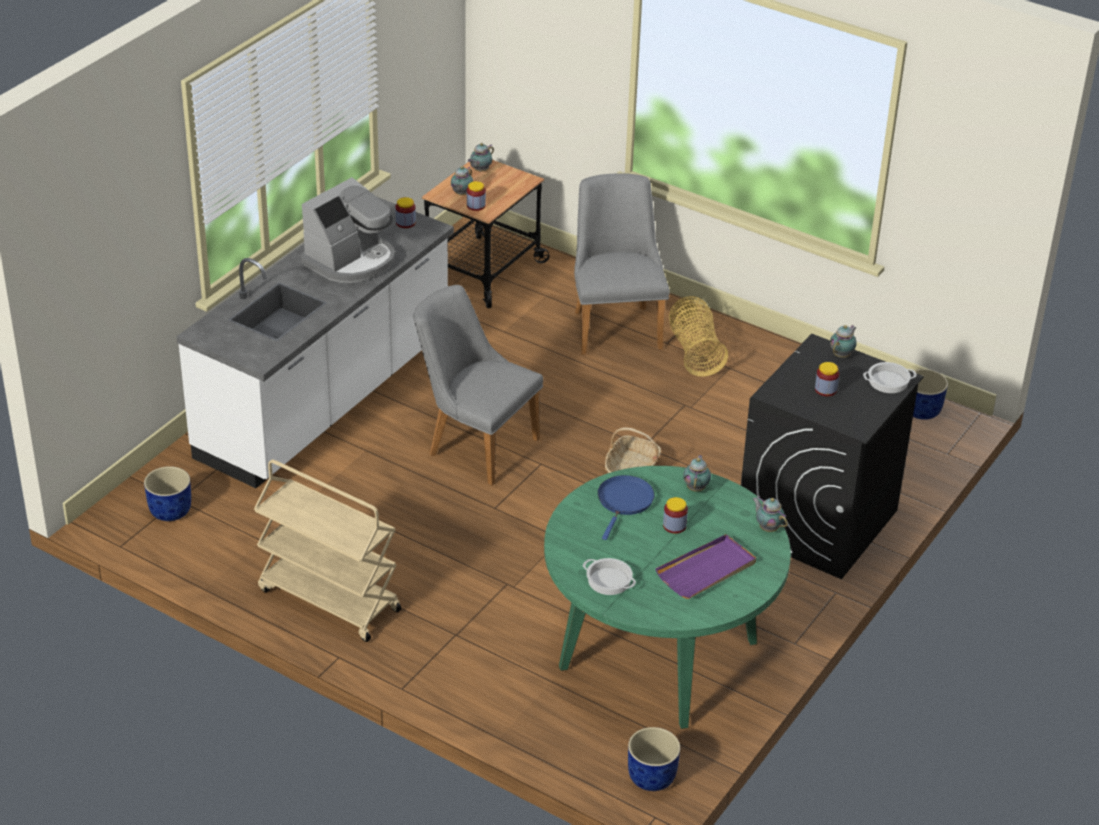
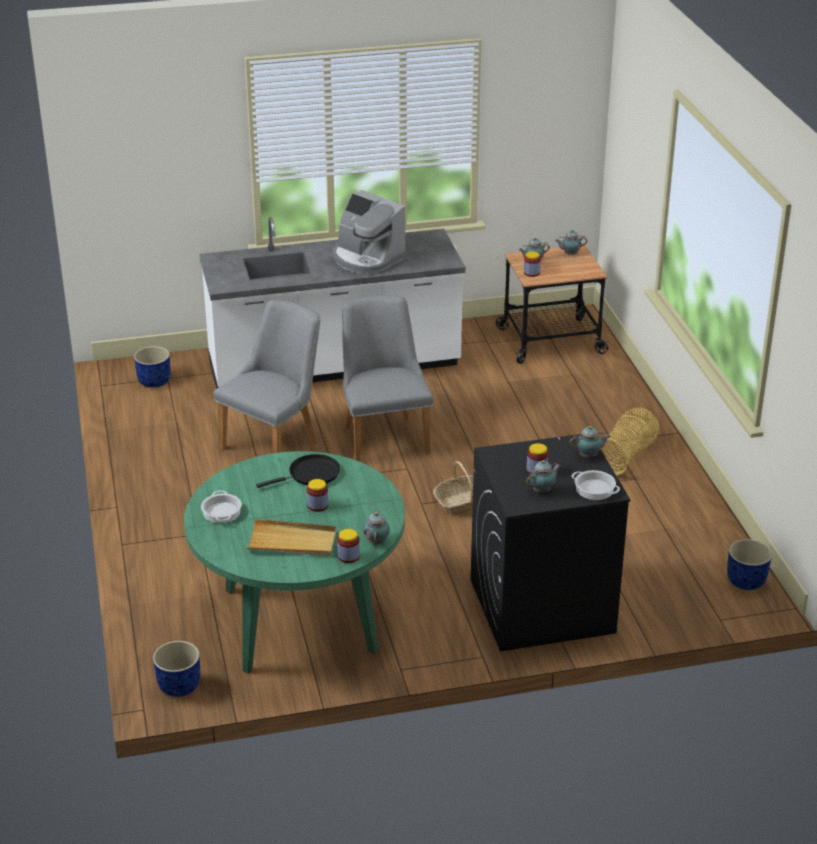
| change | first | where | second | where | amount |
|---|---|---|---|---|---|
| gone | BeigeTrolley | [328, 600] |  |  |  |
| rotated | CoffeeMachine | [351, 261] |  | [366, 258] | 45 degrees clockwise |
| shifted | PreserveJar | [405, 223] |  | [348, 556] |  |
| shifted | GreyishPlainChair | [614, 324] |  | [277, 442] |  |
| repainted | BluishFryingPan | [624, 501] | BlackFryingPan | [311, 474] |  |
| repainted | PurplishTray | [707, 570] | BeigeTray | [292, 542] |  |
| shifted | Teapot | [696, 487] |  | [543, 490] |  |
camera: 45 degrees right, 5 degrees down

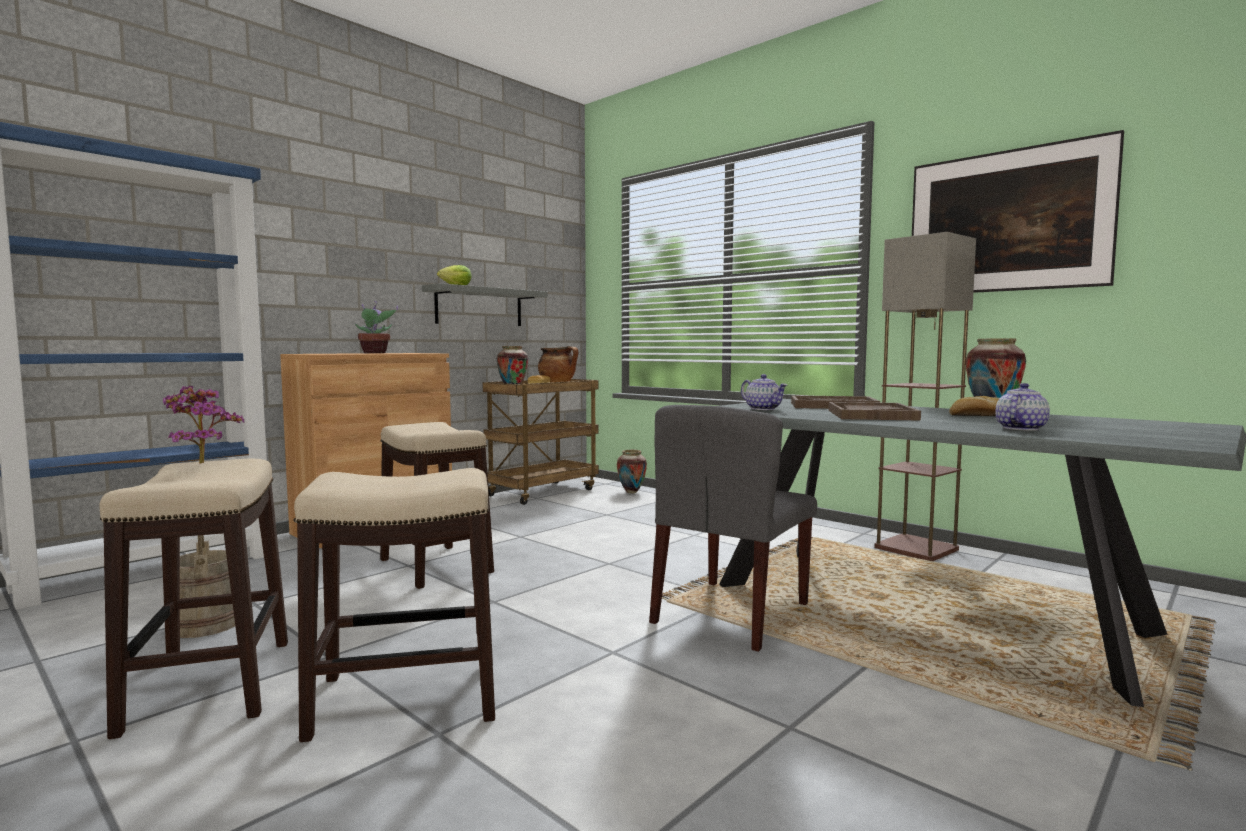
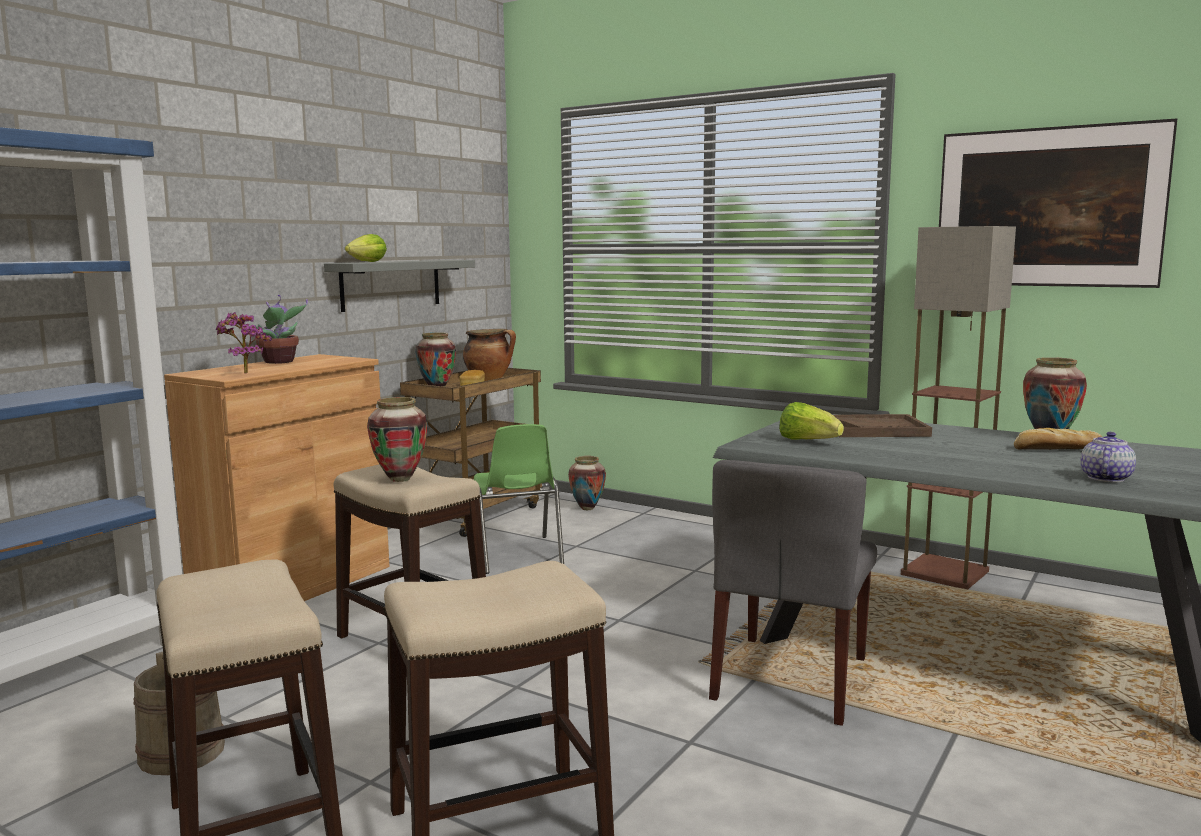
| change | first | where | second | where | amount |
|---|---|---|---|---|---|
| shifted | PottedPlant | [200, 463] |  | [244, 373] |  |
| swapped | Teapot | [763, 409] | LettuceHead | [808, 441] |  |
| gone | BrownishTray | [870, 415] |  |  |  |
| new |  |  | Vase | [400, 479] |  |
| new |  |  | GreenPlainChair | [515, 555] |  |
camera: 10 degrees left, 5 degrees up

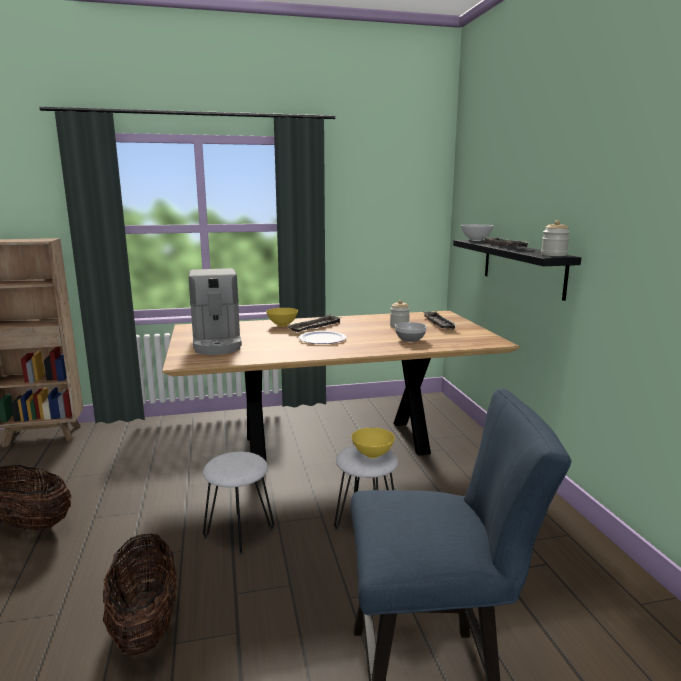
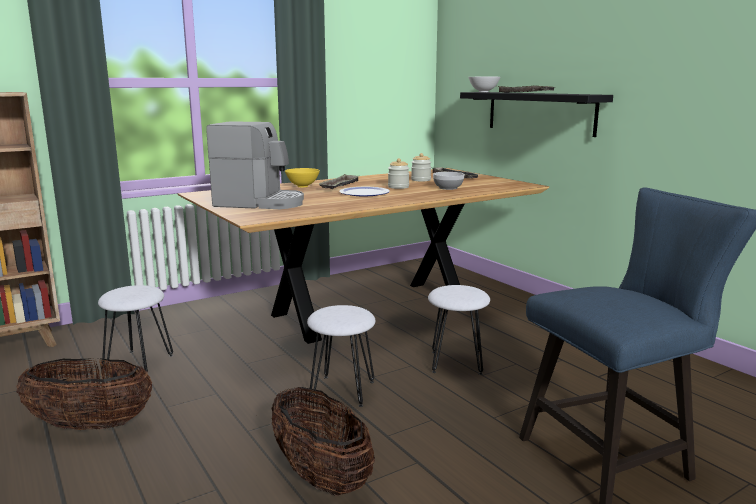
| change | first | where | second | where | amount |
|---|---|---|---|---|---|
| rotated | CoffeeMachine | [217, 343] |  | [260, 203] | 45 degrees counterclockwise |
| gone | YellowDeepDish | [372, 455] |  |  |  |
| shifted | PreserveJar | [553, 255] |  | [398, 187] |  |
| new |  |  | WhiteColouredSittingStool | [138, 363] |  |
camera: 20 degrees left, 0 degrees up

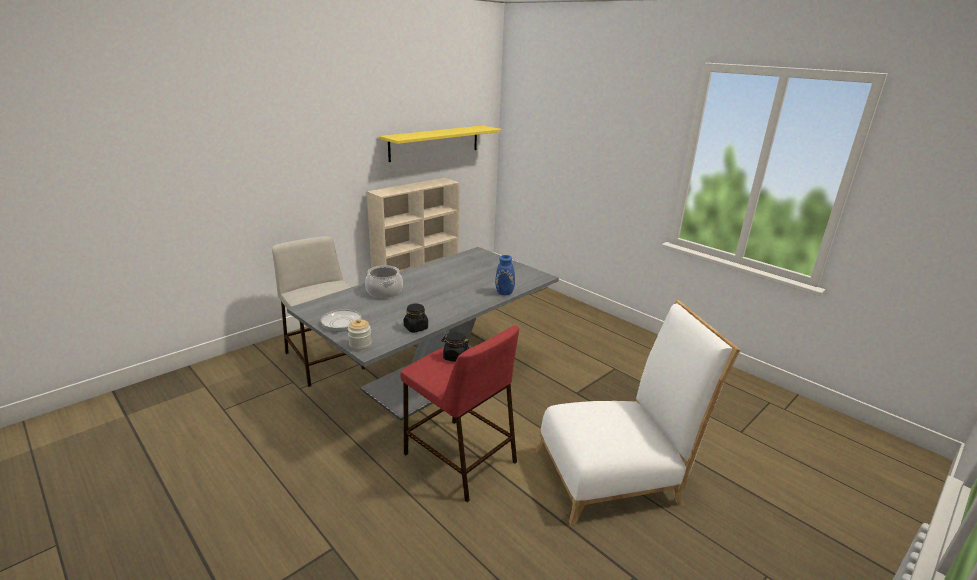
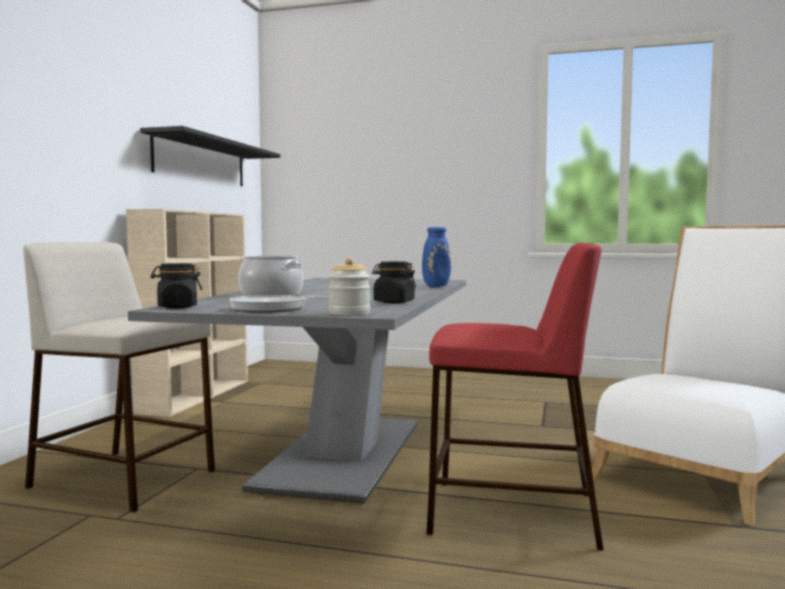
| change | first | where | second | where | amount |
|---|---|---|---|---|---|
| repainted | YellowBracketShelf | [435, 143] | BlackBracketShelf | [201, 161] |  |
| shifted | BlackPreserveJar | [455, 357] |  | [177, 307] |  |
camera: 30 degrees left, 20 degrees down

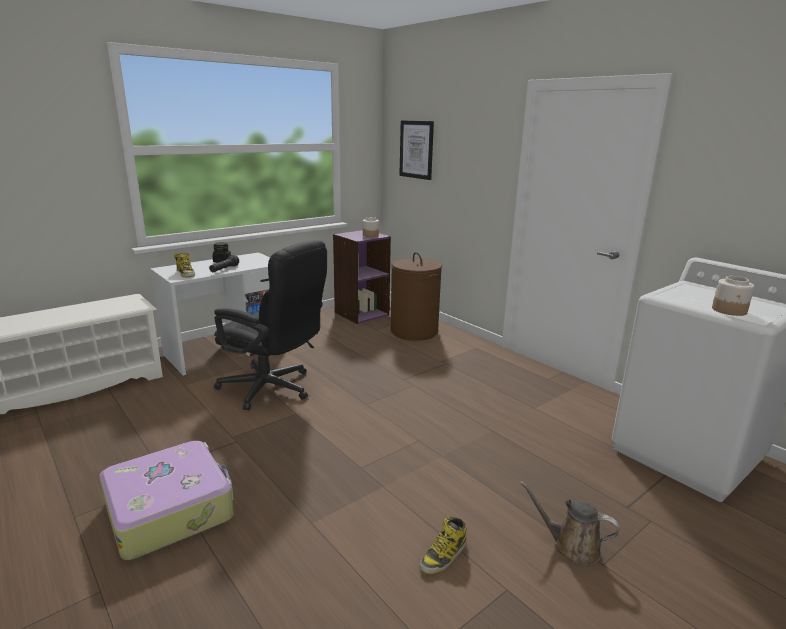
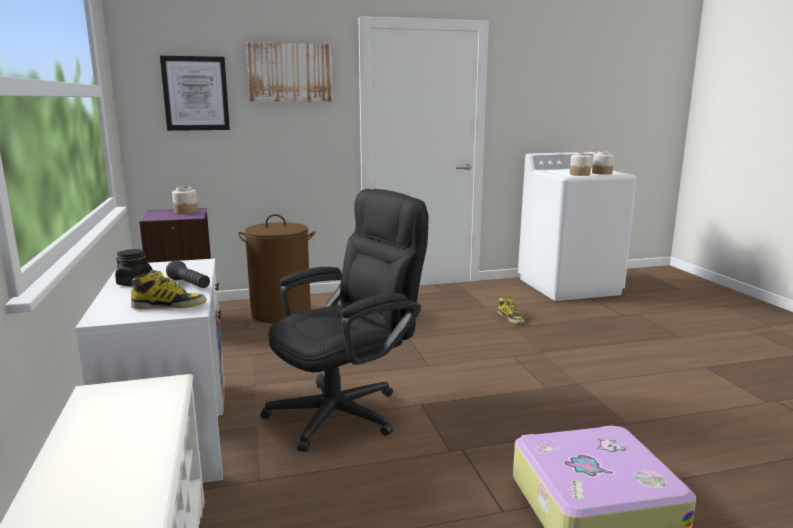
| change | first | where | second | where | amount |
|---|---|---|---|---|---|
| shifted | TallBoot | [443, 556] |  | [510, 318] |  |
| gone | BrownishWateringPot | [571, 546] |  |  |  |
| new |  |  | Picture | [290, 72] |  |
| new |  |  | PreserveJar | [579, 174] |  |
camera: 65 degrees left, 5 degrees down

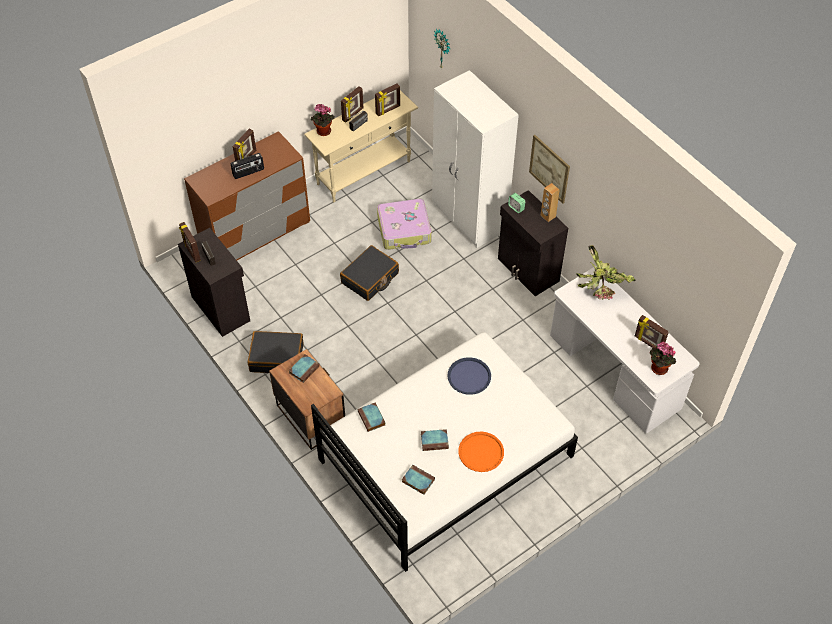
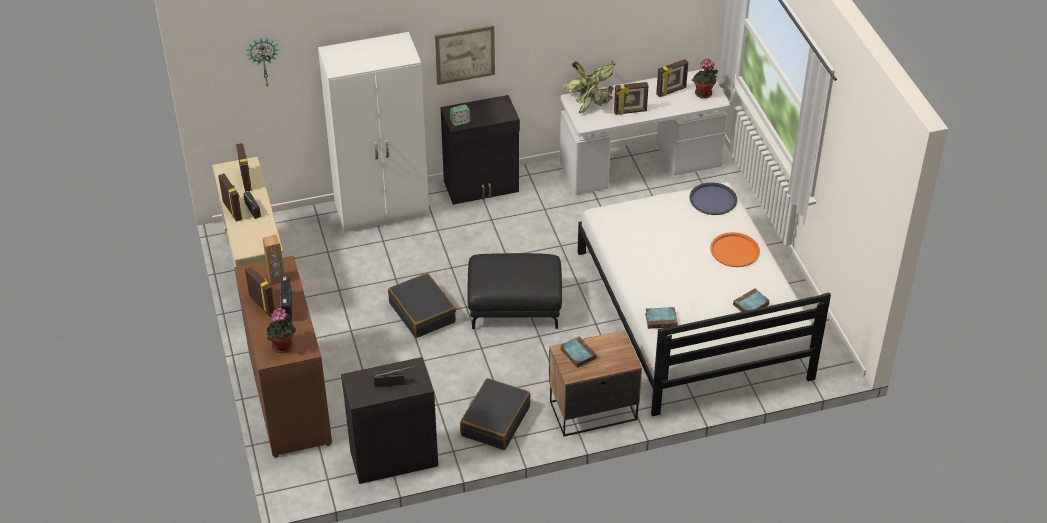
| change | first | where | second | where | amount |
|---|---|---|---|---|---|
| shifted | StandingFrame | [191, 252] |  | [630, 112] |  |
| shifted | PottedPlant | [323, 132] |  | [283, 347] |  |
| gone | TravelCase | [404, 230] |  |  |  |
| gone | Book | [435, 441] |  |  |  |
| shifted | BluishTray | [469, 376] |  | [713, 199] |  |
| shifted | BrownishSpeaker | [547, 216] |  | [277, 279] |  |
| new |  |  | BlackPouffe | [514, 307] |  |
camera: 70 degrees left, 10 degrees down

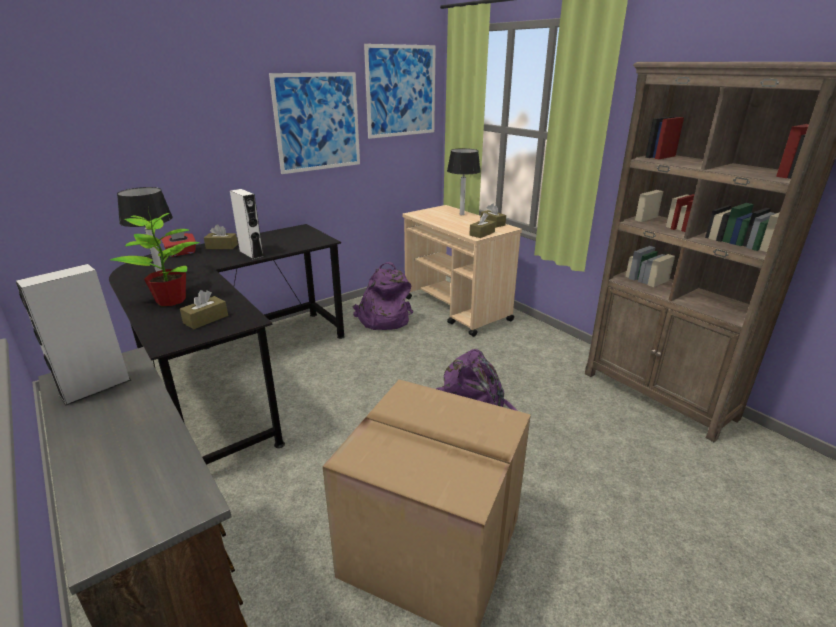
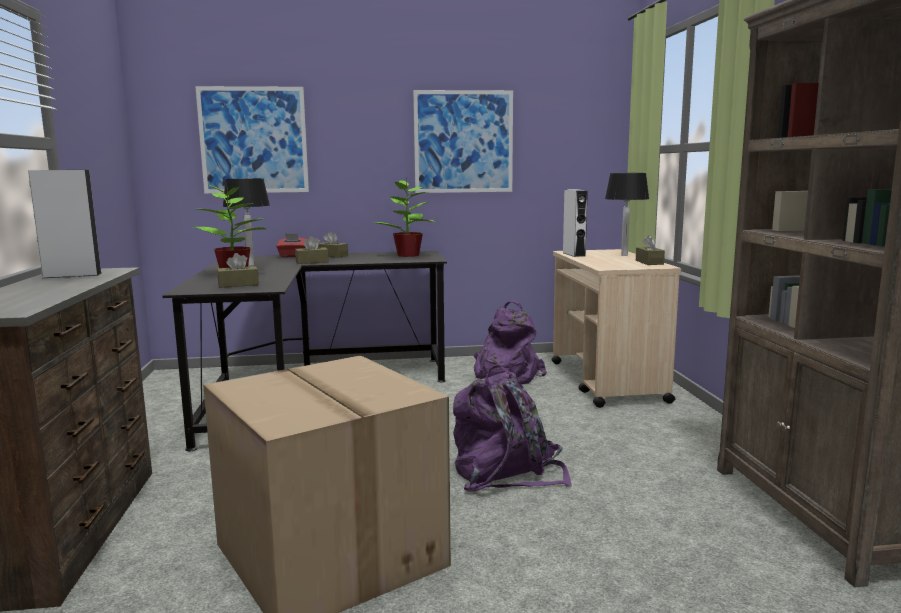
| change | first | where | second | where | amount |
|---|---|---|---|---|---|
| shifted | WhiteColouredSpeaker | [251, 254] |  | [574, 254] |  |
| shifted | Picture | [401, 91] |  | [253, 140] |  |
| shifted | BrownishTissueHolder | [482, 234] |  | [312, 262] |  |
| new |  |  | PottedPlant | [408, 255] |  |
camera: 30 degrees right, 15 degrees down

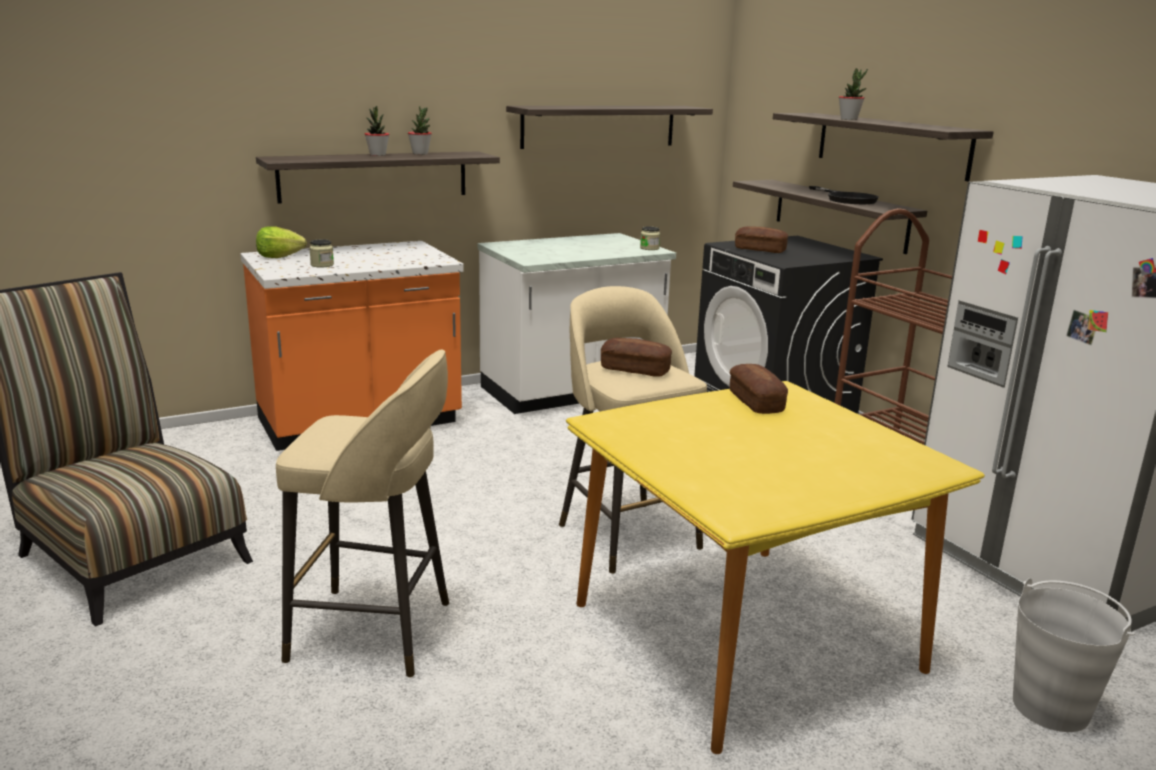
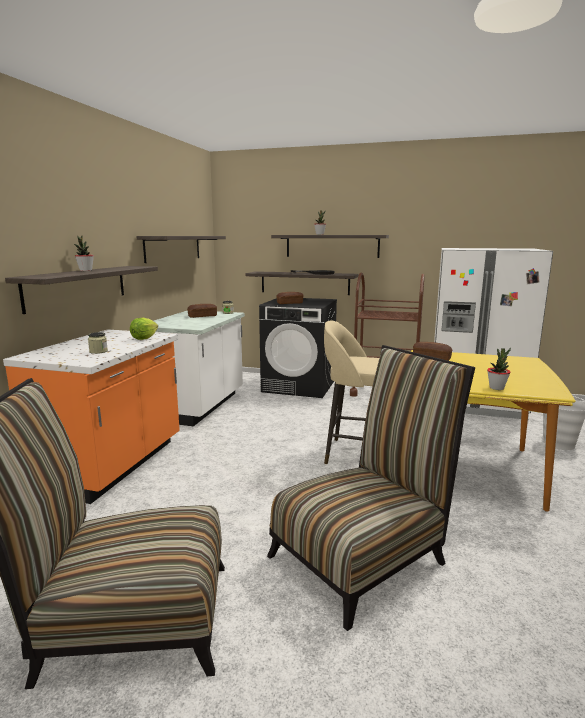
| change | first | where | second | where | amount |
|---|---|---|---|---|---|
| shifted | LettuceHead | [279, 256] |  | [144, 338] |  |
| swapped | BeigeSittingStool | [375, 632] | PlainChair | [364, 555] |  |
| shifted | PottedPlant | [420, 153] |  | [496, 388] |  |
| shifted | BakedBread | [635, 370] |  | [202, 316] |  |
camera: 45 degrees left, 5 degrees down

